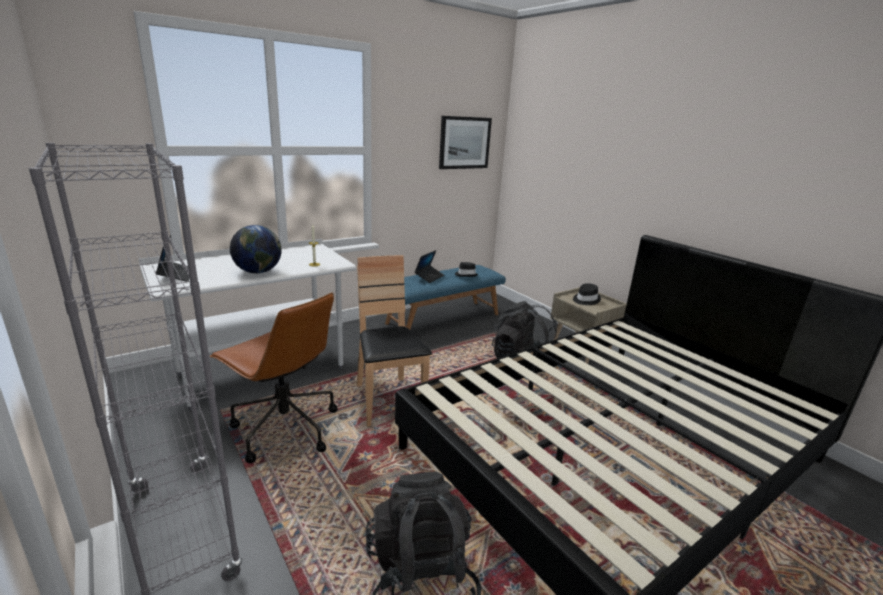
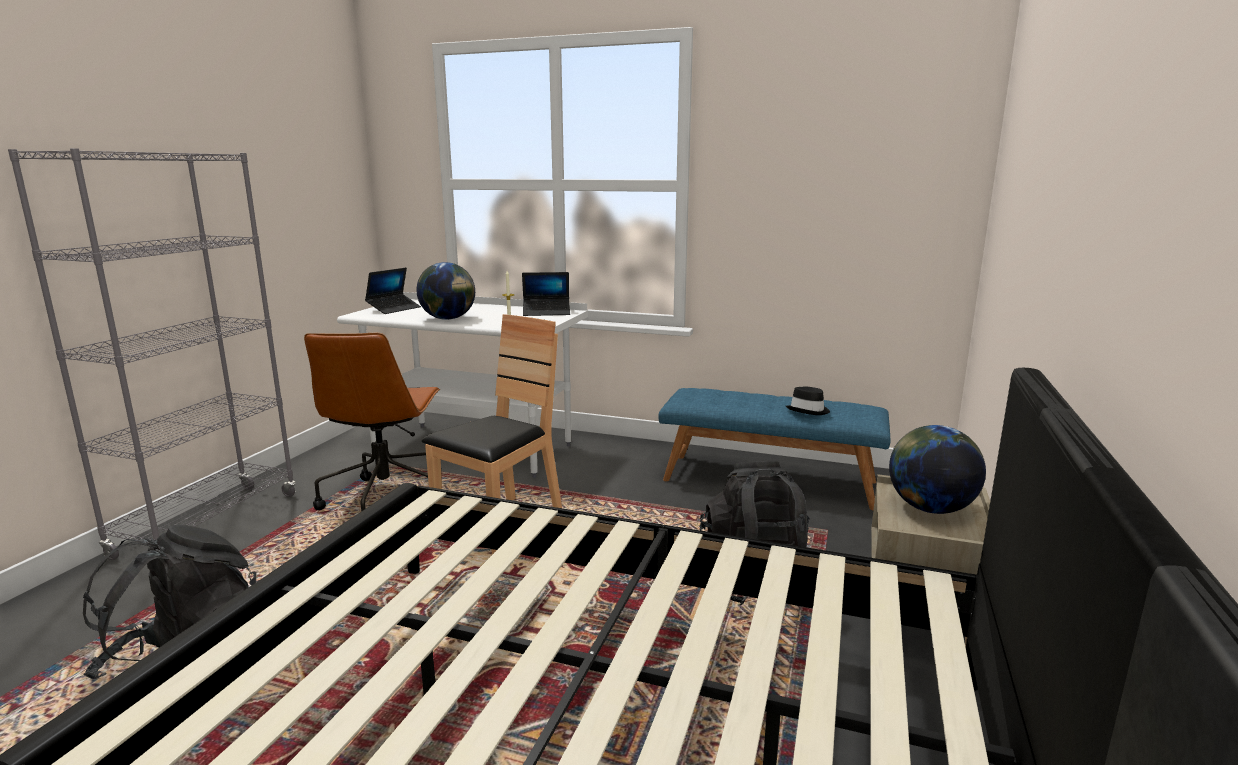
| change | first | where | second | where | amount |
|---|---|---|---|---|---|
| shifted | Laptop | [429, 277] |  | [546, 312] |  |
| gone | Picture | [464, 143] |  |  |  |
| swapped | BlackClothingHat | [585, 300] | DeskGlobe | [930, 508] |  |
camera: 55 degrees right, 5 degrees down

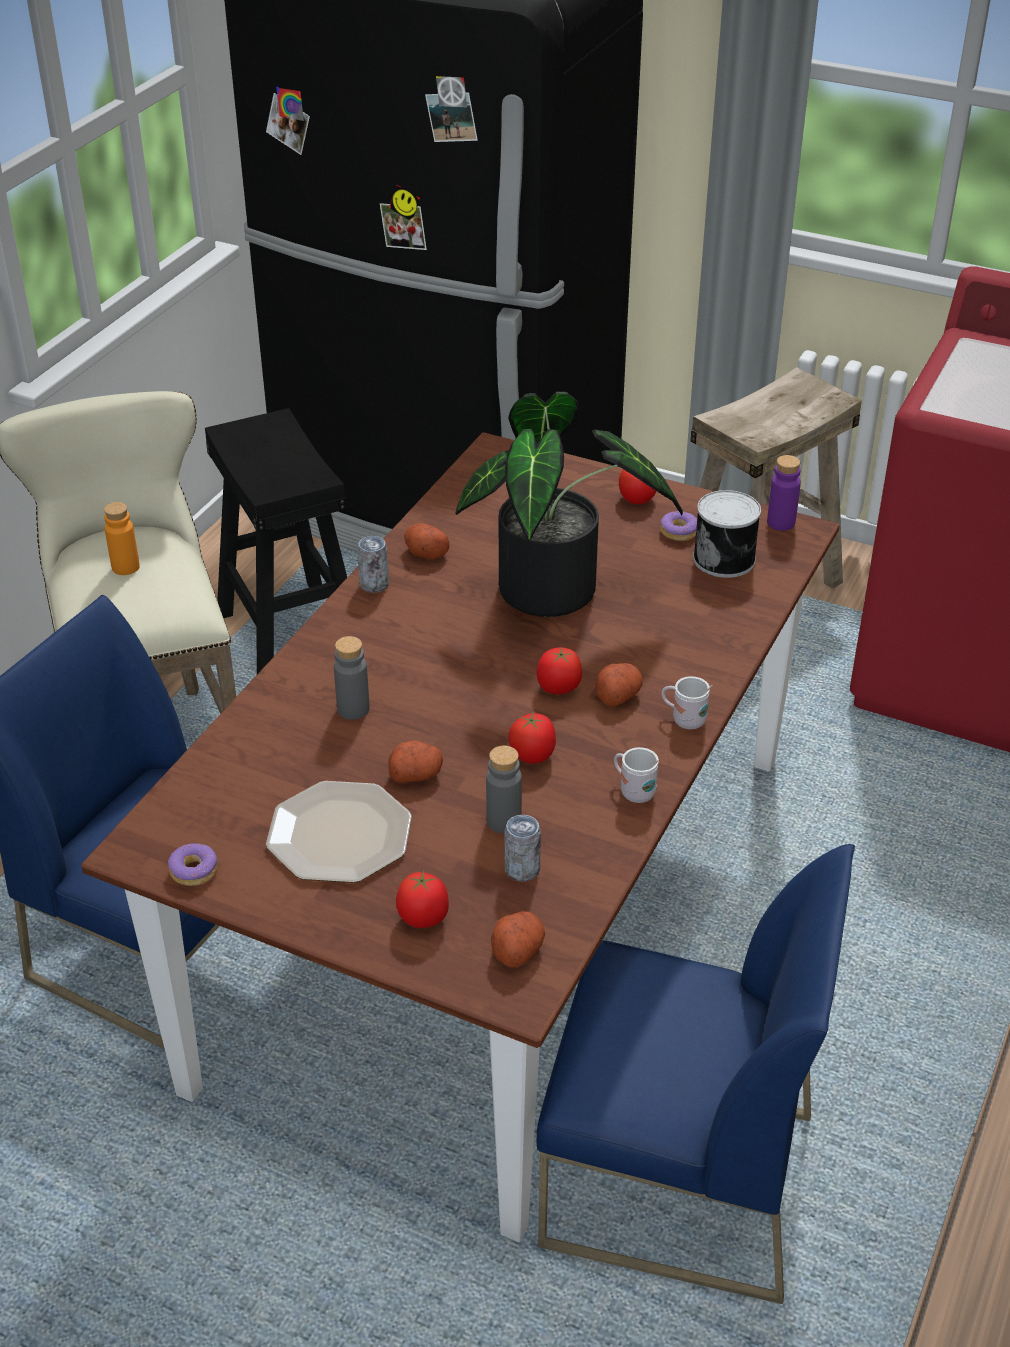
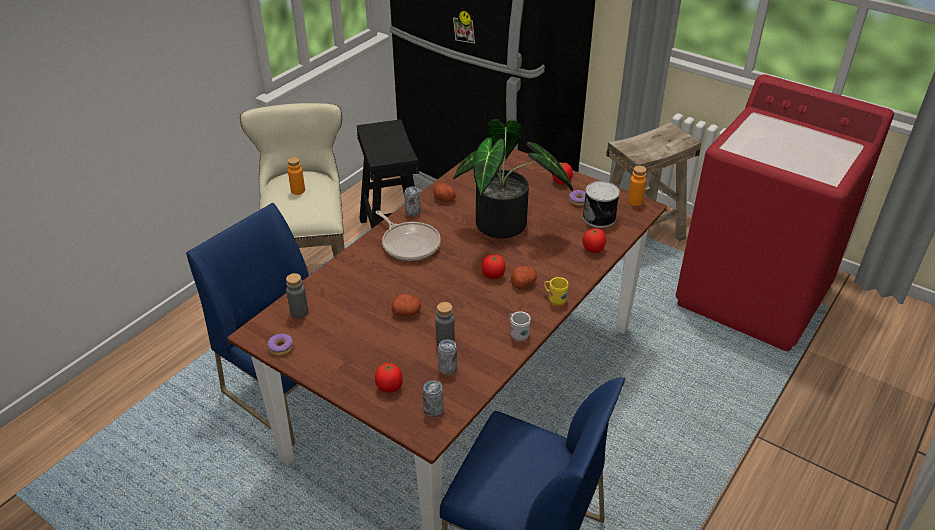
| change | first | where | second | where | amount |
|---|---|---|---|---|---|
| gone | FlatDish | [338, 834] |  |  |  |
| shifted | GreyishDrinkBottle | [353, 709] |  | [299, 312] |  |
| swapped | Potato | [517, 949] | SealedCan | [433, 410] |  |
| shifted | FreshTomato | [533, 755] |  | [593, 249] |  |
| repainted | WhiteColouredTeaMug | [684, 719] | YellowTeaMug | [555, 299] |  |
| repainted | PurplishDrinkBottle | [781, 523] | OrangeColouredDrinkBottle | [635, 201] |  |
| new |  |  | FryingPan | [409, 244] |  |
camera: 10 degrees right, 0 degrees up

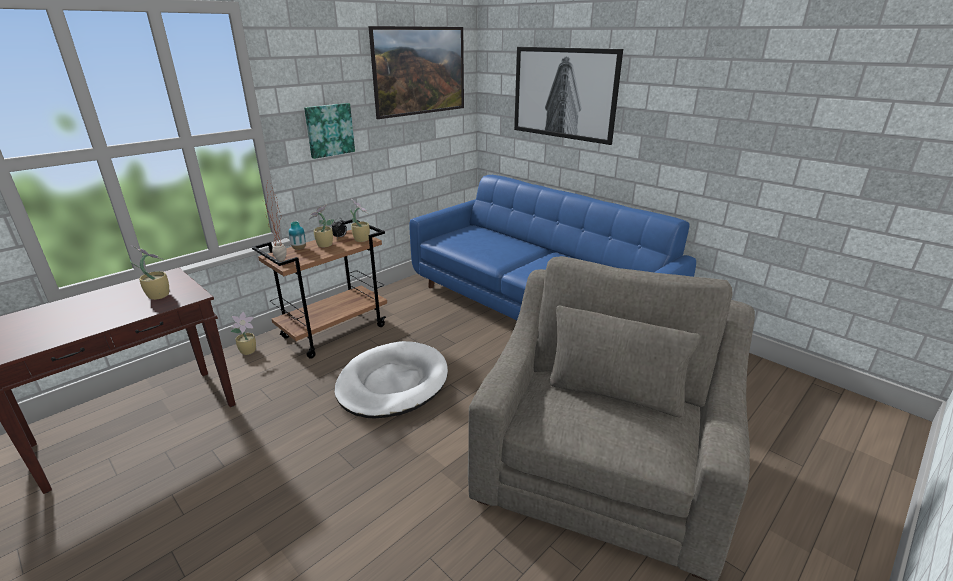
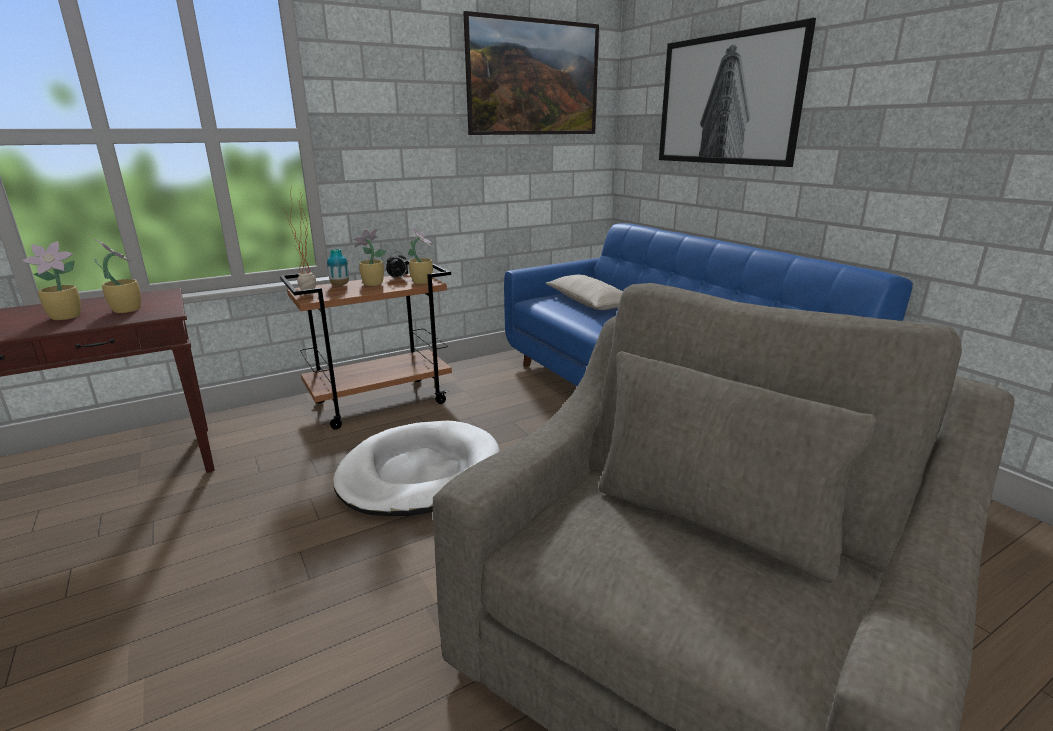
| change | first | where | second | where | amount |
|---|---|---|---|---|---|
| shifted | PottedPlant | [249, 351] |  | [67, 317] |  |
| gone | Picture | [329, 130] |  |  |  |
| new |  |  | BeigeCushion | [589, 302] |  |
camera: 15 degrees right, 5 degrees down

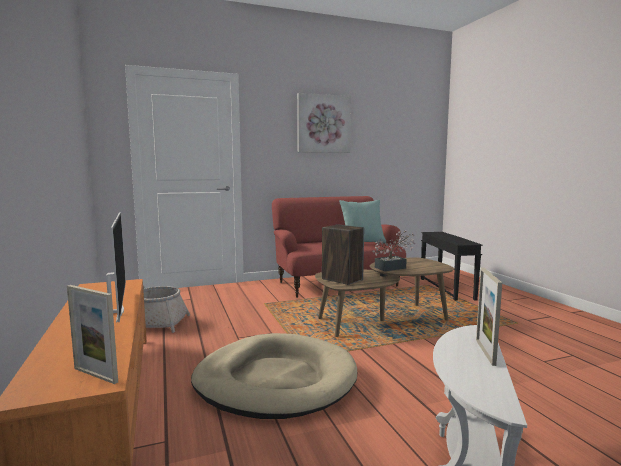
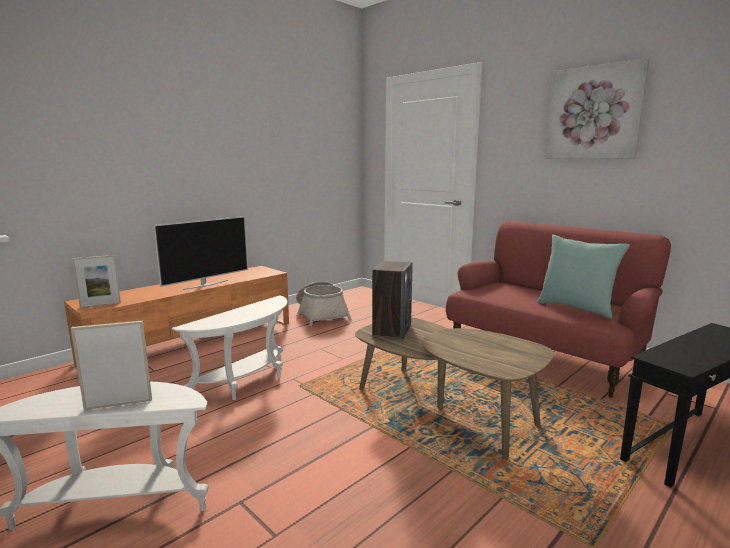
| change | first | where | second | where | amount |
|---|---|---|---|---|---|
| rotated | StandingFrame | [95, 375] |  | [100, 305] | 120 degrees counterclockwise |
| swapped | BeigePetBed | [275, 380] | WhiteColouredAccentTable | [247, 383] |  |
| gone | PottedPlant | [393, 267] |  |  |  |
camera: 65 degrees right, 5 degrees up

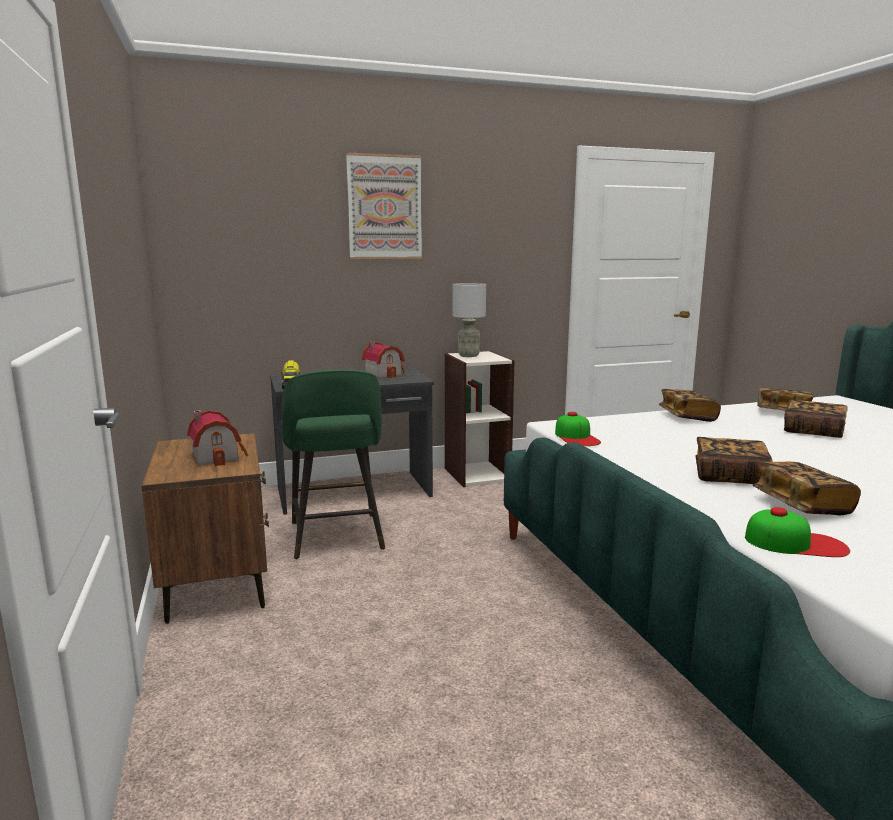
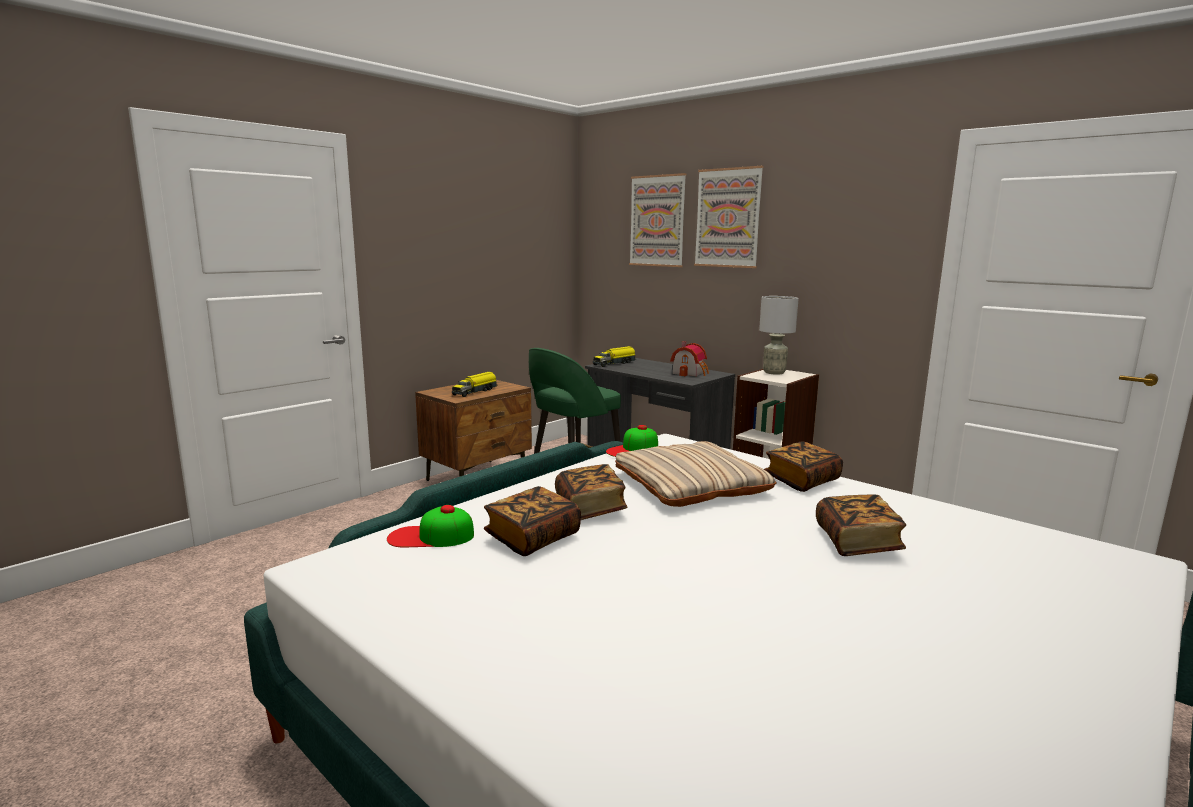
| change | first | where | second | where | amount |
|---|---|---|---|---|---|
| swapped | ToyHouse | [218, 456] | ToyTruck | [475, 391] |  |
| rotated | BaseballCap | [795, 543] |  | [430, 536] | 105 degrees clockwise |
| gone | Book | [782, 412] |  |  |  |
| new |  |  | BeigeCushion | [691, 484] |  |
| new |  |  | Picture | [657, 221] |  |
camera: 60 degrees right, 0 degrees up

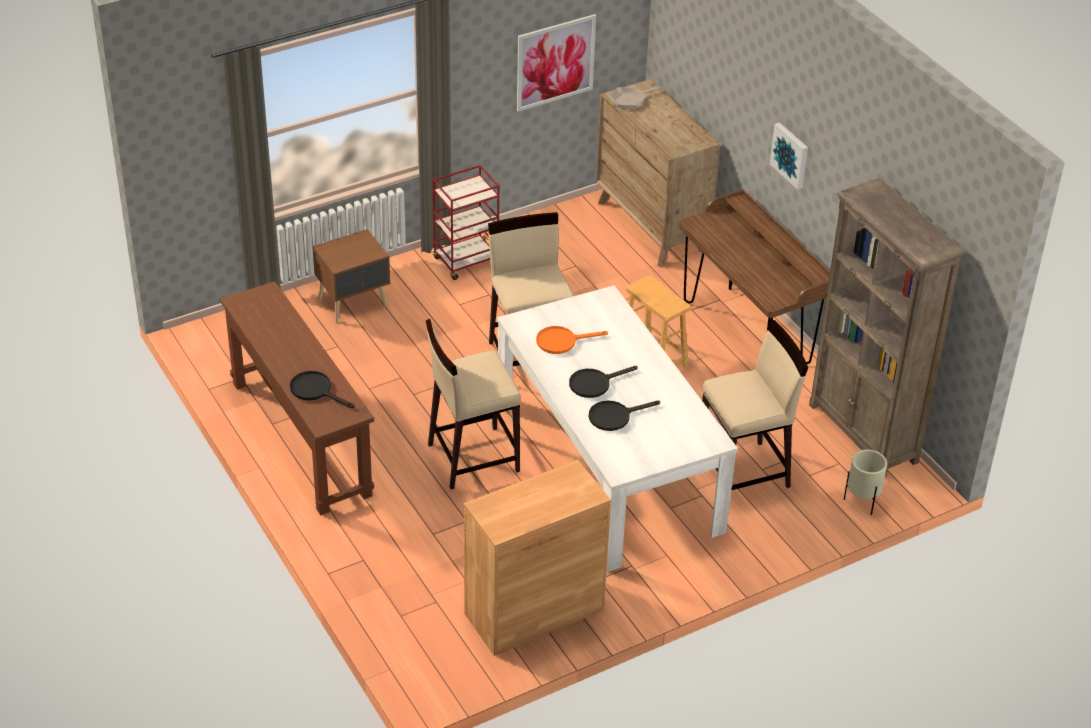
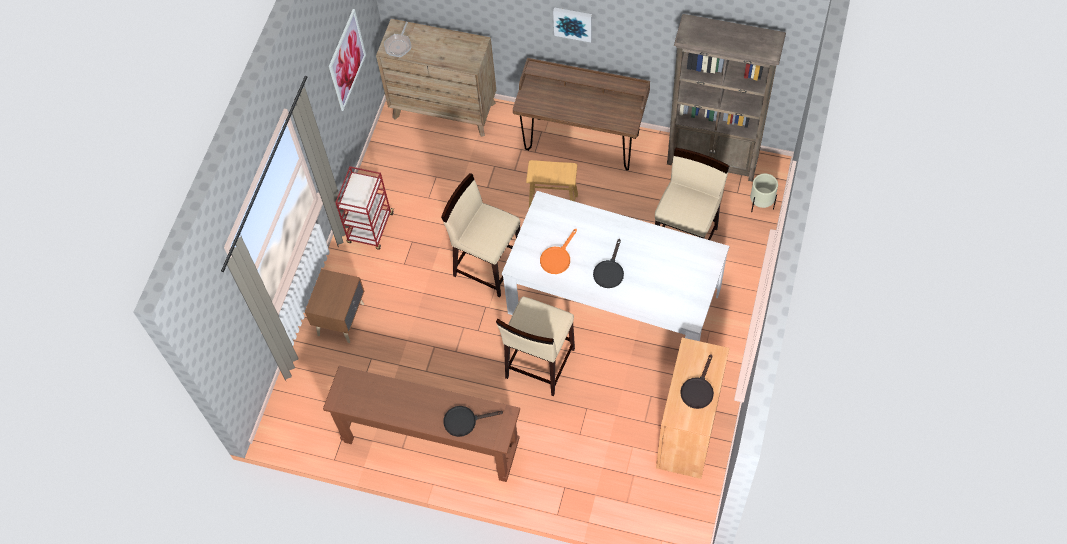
| change | first | where | second | where | amount |
|---|---|---|---|---|---|
| shifted | BlackFryingPan | [614, 416] |  | [698, 389] |  |
camera: 40 degrees left, 20 degrees up

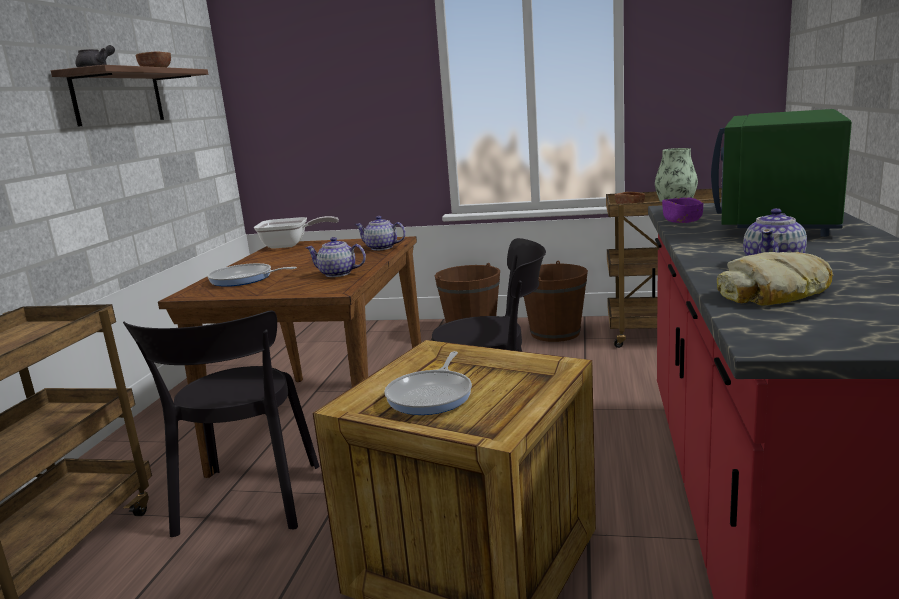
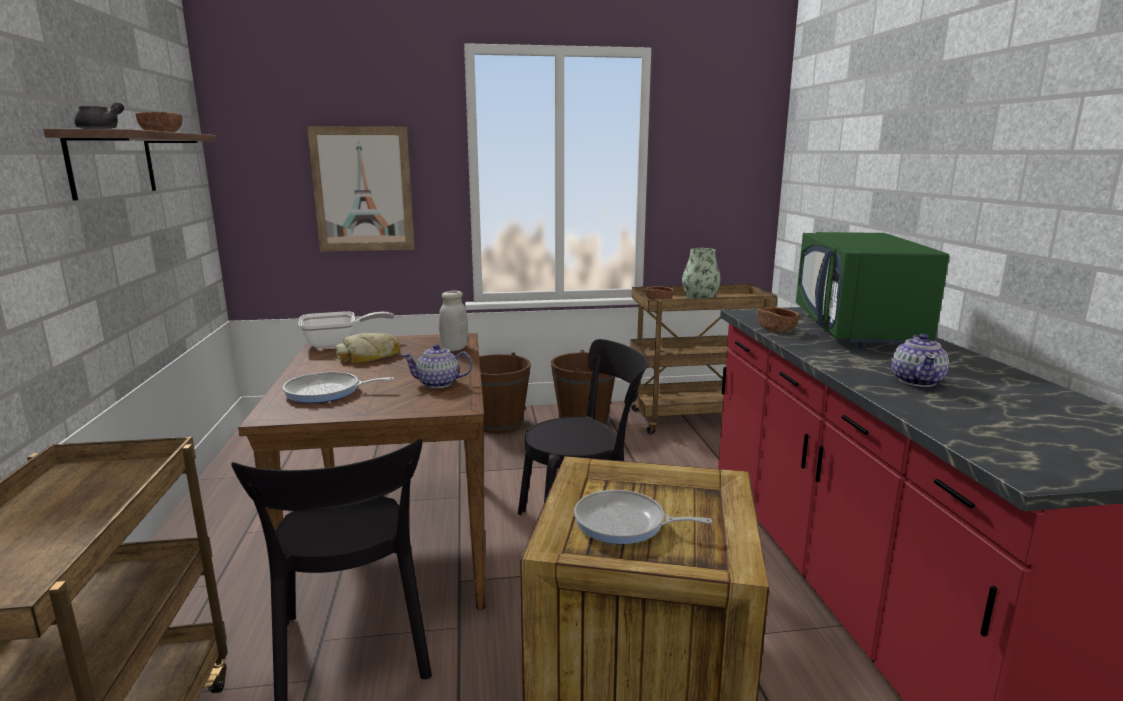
| change | first | where | second | where | amount |
|---|---|---|---|---|---|
| swapped | Teapot | [382, 248] | WhiteColouredPreserveJar | [454, 348] |  |
| rotated | FryingPan | [432, 395] |  | [624, 524] | 105 degrees clockwise |
| repainted | PurplishDeepDish | [681, 221] | BrownishDeepDish | [776, 329] |  |
| shifted | BakedBread | [774, 293] |  | [368, 356] |  |
| new |  |  | Picture | [363, 189] |  |
camera: 20 degrees left, 0 degrees up

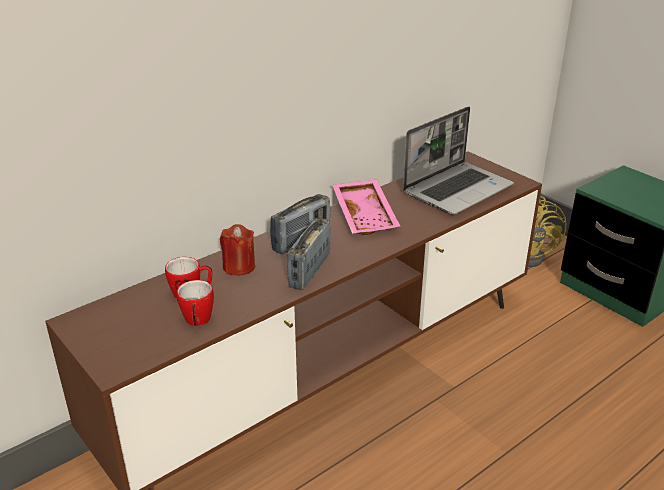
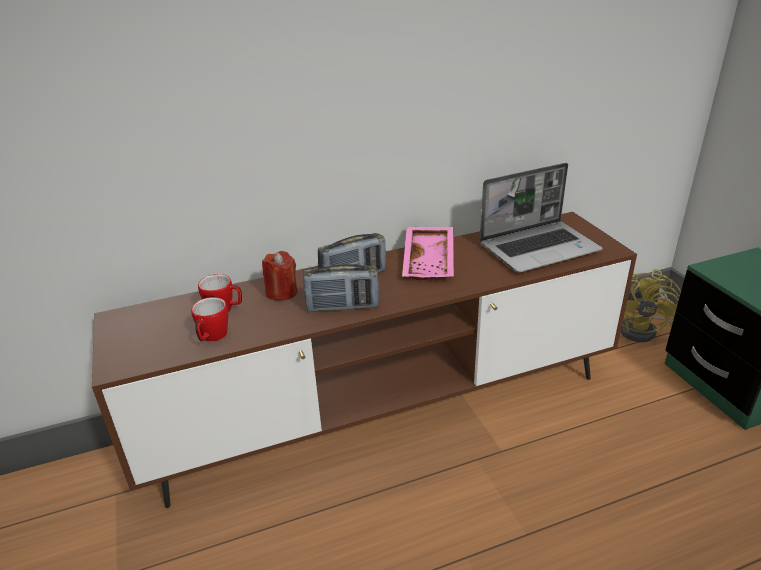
| change | first | where | second | where | amount |
|---|---|---|---|---|---|
| rotated | RadioSet | [309, 271] |  | [342, 307] | 135 degrees counterclockwise |
camera: 20 degrees right, 0 degrees up

